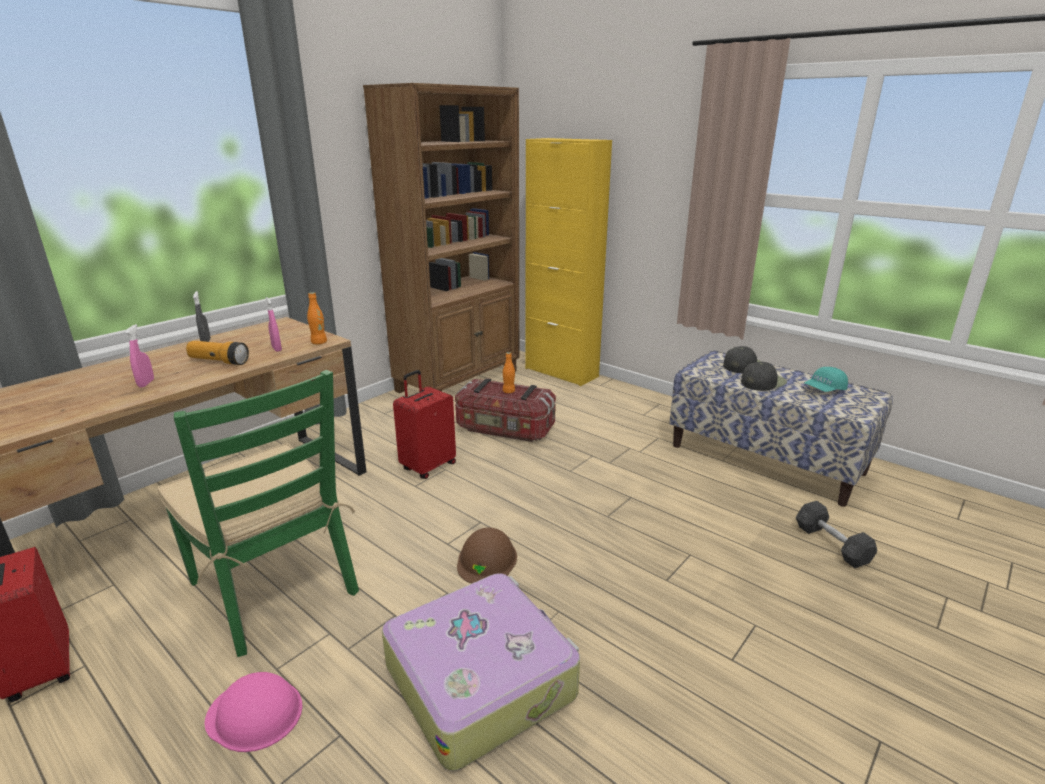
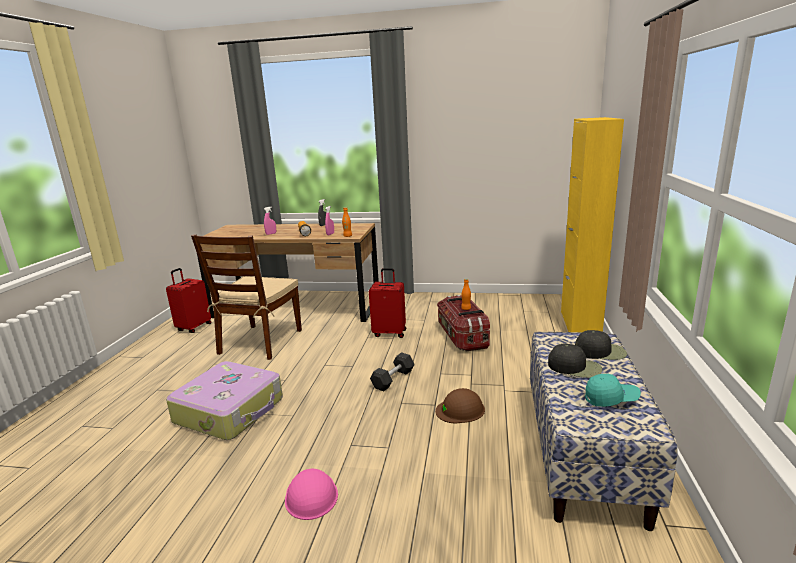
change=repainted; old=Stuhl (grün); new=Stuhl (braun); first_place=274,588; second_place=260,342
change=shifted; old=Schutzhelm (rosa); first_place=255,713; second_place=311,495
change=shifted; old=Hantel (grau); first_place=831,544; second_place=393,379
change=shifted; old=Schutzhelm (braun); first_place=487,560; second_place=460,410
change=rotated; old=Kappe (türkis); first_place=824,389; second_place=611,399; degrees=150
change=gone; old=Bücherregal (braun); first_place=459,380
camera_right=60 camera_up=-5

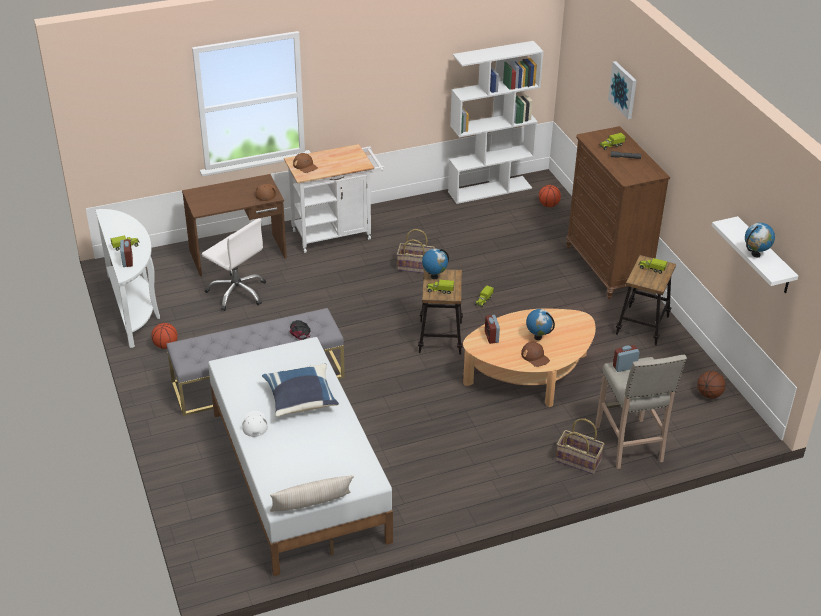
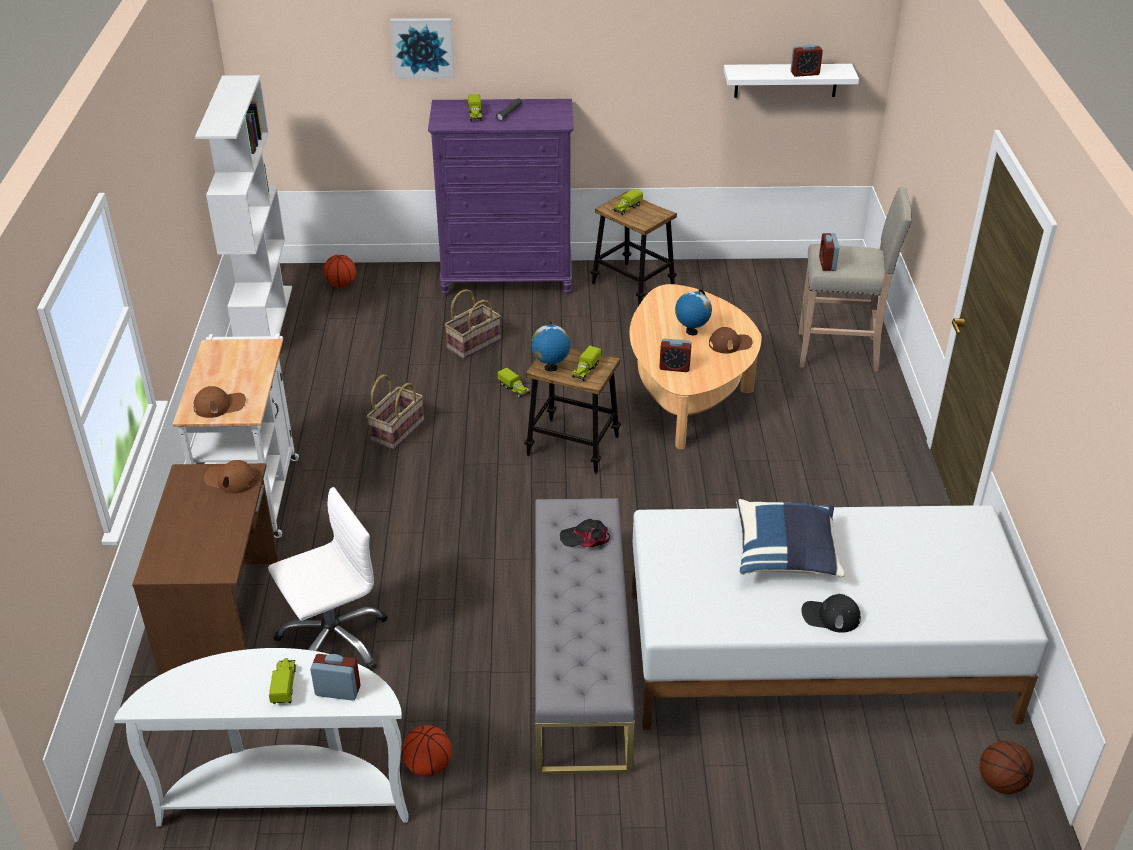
change=repainted; old=Kommode (braun); new=Kommode (lila); first_place=607,268; second_place=507,278
change=shifted; old=Korb; first_place=578,460; second_place=473,343
change=swapped; old=Globus; new=Wecker; first_place=755,254; second_place=804,73
change=repainted; old=Kappe (weiß); new=Kappe (schwarz); first_place=254,424; second_place=830,616
change=shifted; old=Basketball; first_place=709,394; second_place=1000,782
change=gone; old=Kissen (beige); first_place=311,506
camera_right=-70 camera_up=0

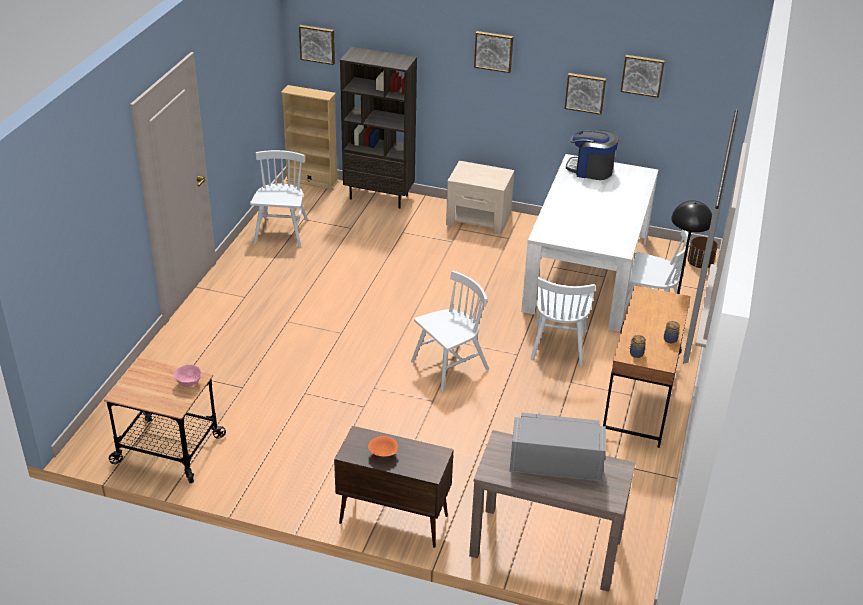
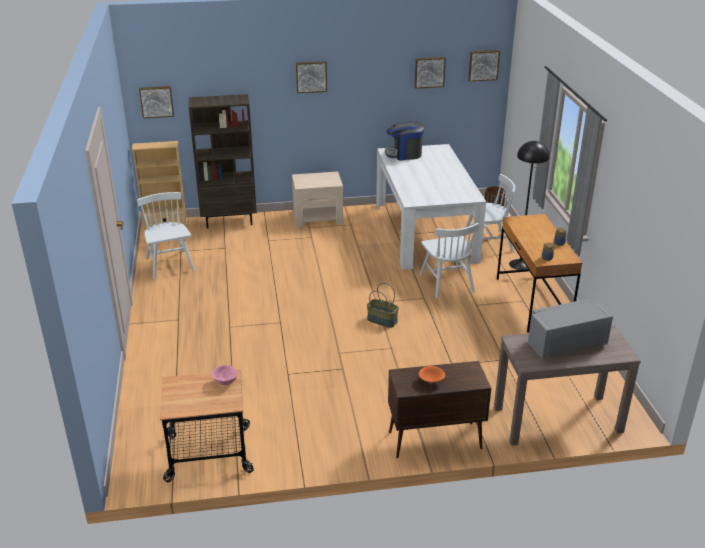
change=swapped; old=Stuhl (weiß); new=Korb; first_place=449,366; second_place=382,320
change=shifted; old=Bild; first_place=585,92; second_place=483,65
camera_right=-25 camera_up=-5

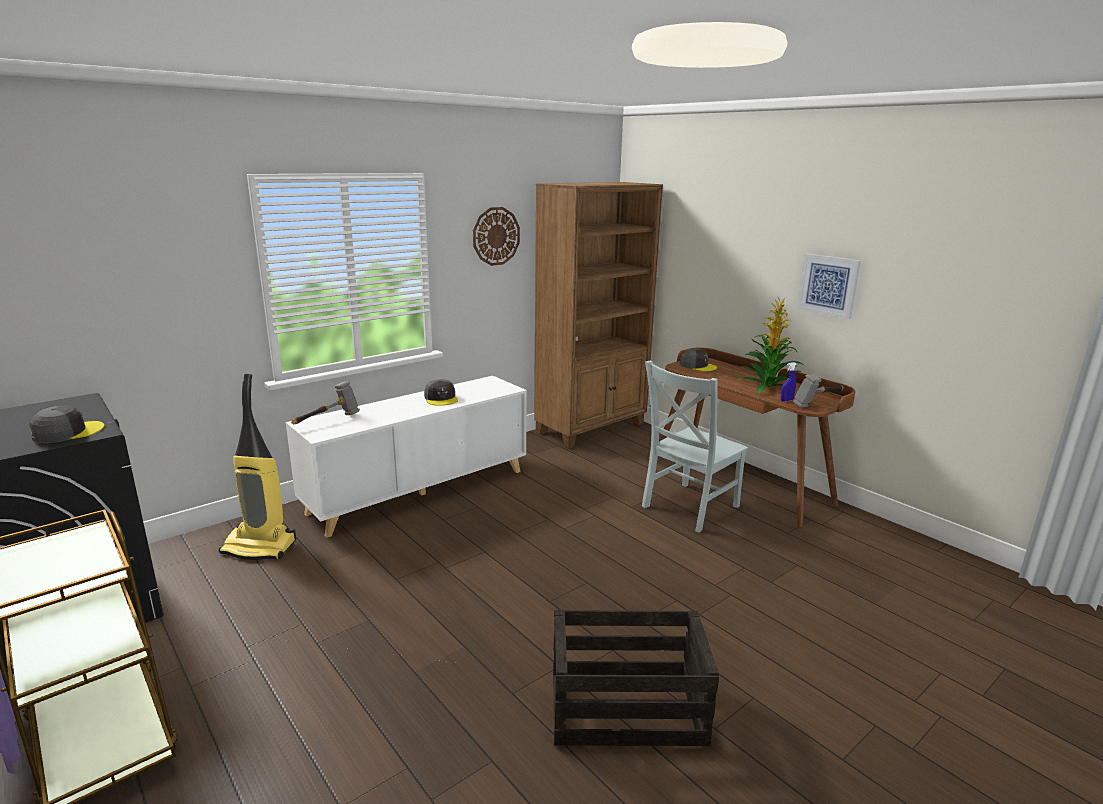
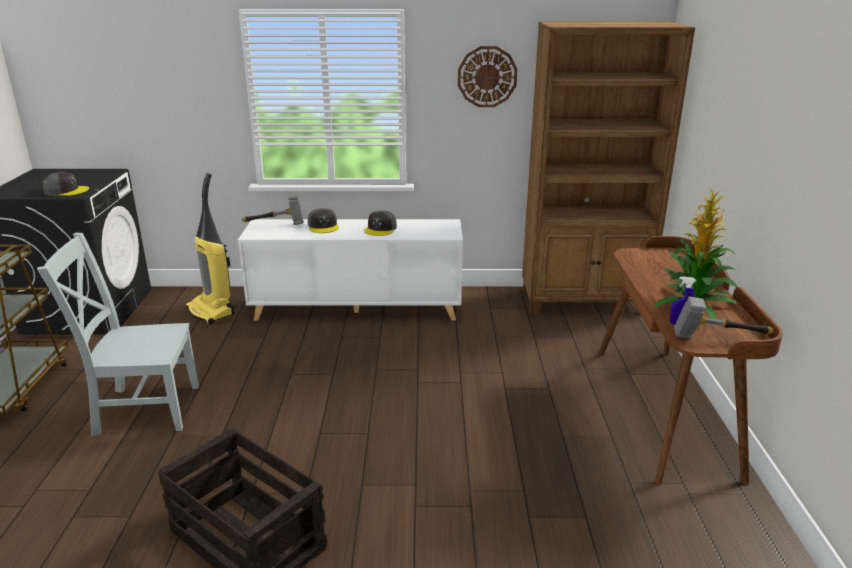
change=shifted; old=Stuhl (grau); first_place=687,508; second_place=143,409
change=shifted; old=Kappe (grau); first_place=697,366; second_place=323,226
change=gone; old=Bild; first_place=828,285
camera_right=40 camera_up=5

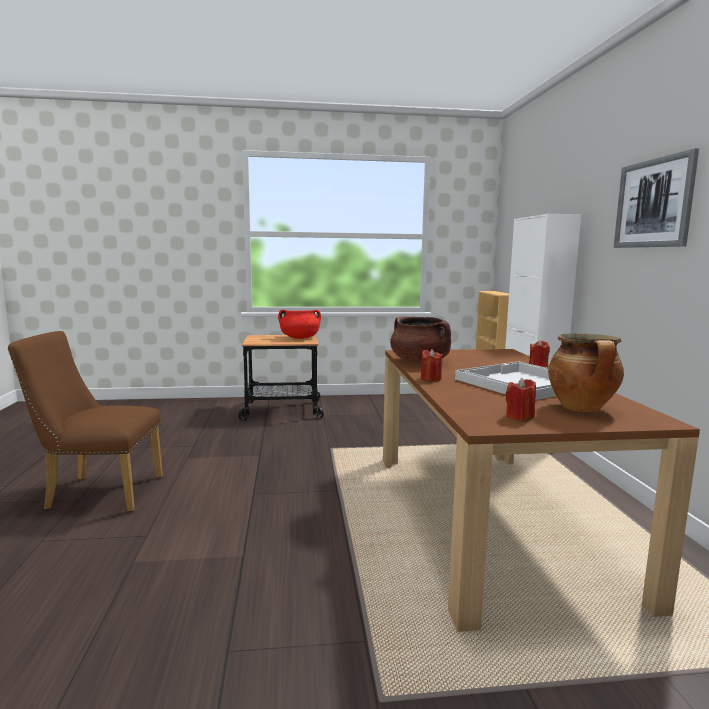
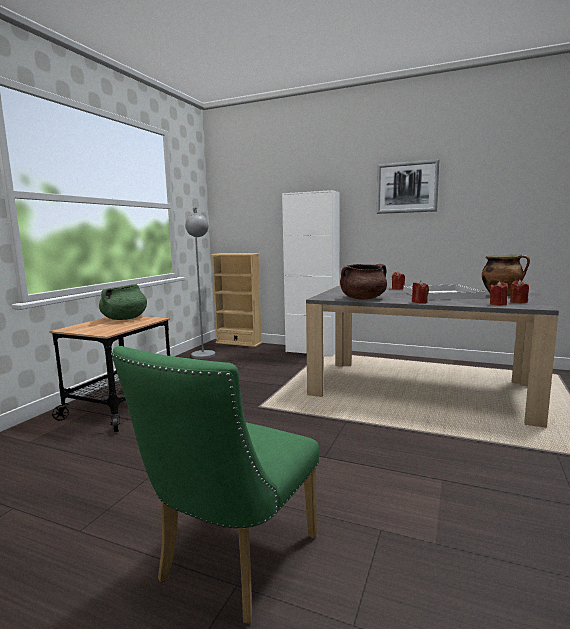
change=repainted; old=Kochtopf (rot); new=Kochtopf (grün); first_place=300,338; second_place=124,319
change=repainted; old=Stuhl (braun); new=Stuhl (grün); first_place=97,493; second_place=231,564
change=new; new=Stehlampe (grau); second_place=204,357
change=repainted; old=Esstisch (braun); new=Esstisch (grau); first_place=487,518; second_place=420,390
change=new; new=Kerze (rot); second_place=498,304
camera_right=-60 camera_up=0

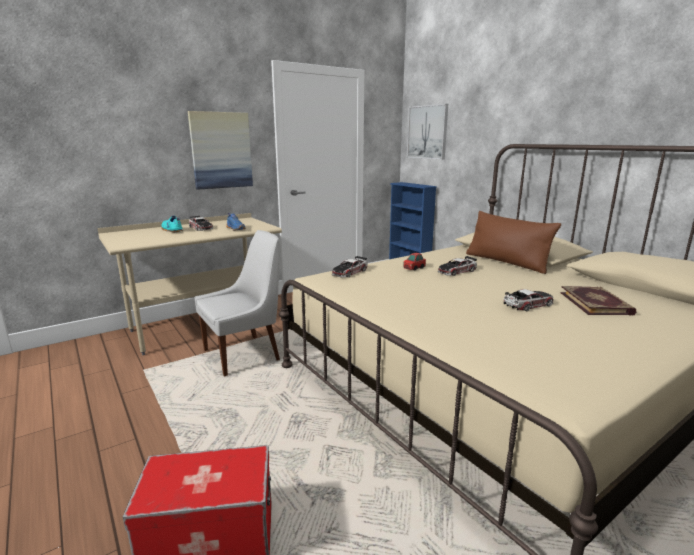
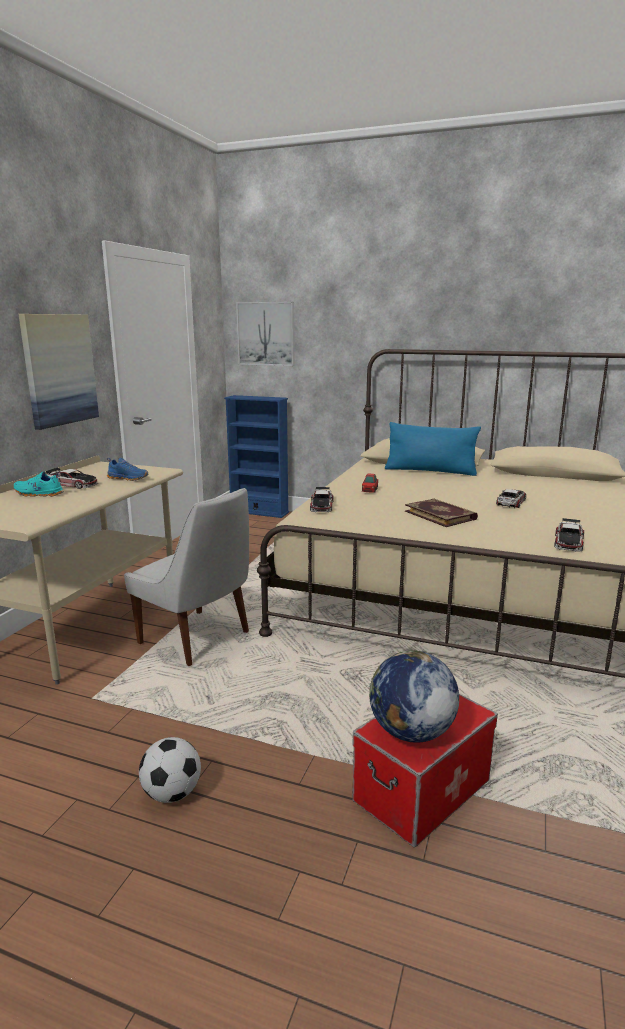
change=rotated; old=Stuhl (weiß); first_place=244,354; second_place=197,639; degrees=105
change=new; new=Fußball; second_place=172,793
change=new; new=Globus; second_place=410,732
change=repainted; old=Kissen (braun); new=Kissen (blau); first_place=506,262; second_place=430,471
change=shifted; old=Buch; first_place=596,303; second_place=441,515
change=shifted; old=Spielzeugauto; first_place=456,271; second_place=568,542
camera_right=-35 camera_up=0

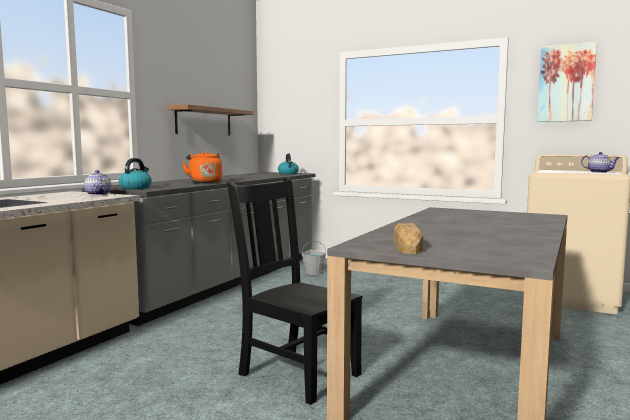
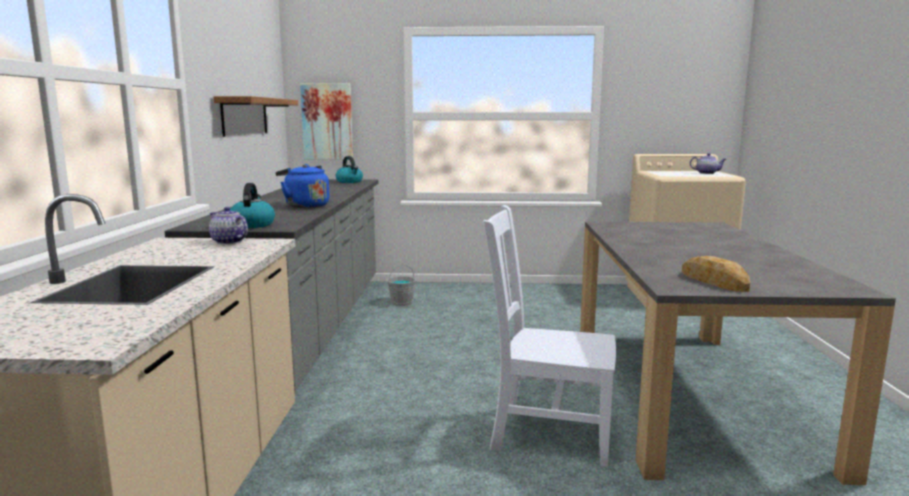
change=repainted; old=Wasserkessel (orange); new=Wasserkessel (blau); first_place=204,182; second_place=305,206
change=shifted; old=Bild; first_place=566,83; second_place=327,121
change=repainted; old=Stuhl (schwarz); new=Stuhl (weiß); first_place=296,373; second_place=547,433
camera_right=-25 camera_up=5

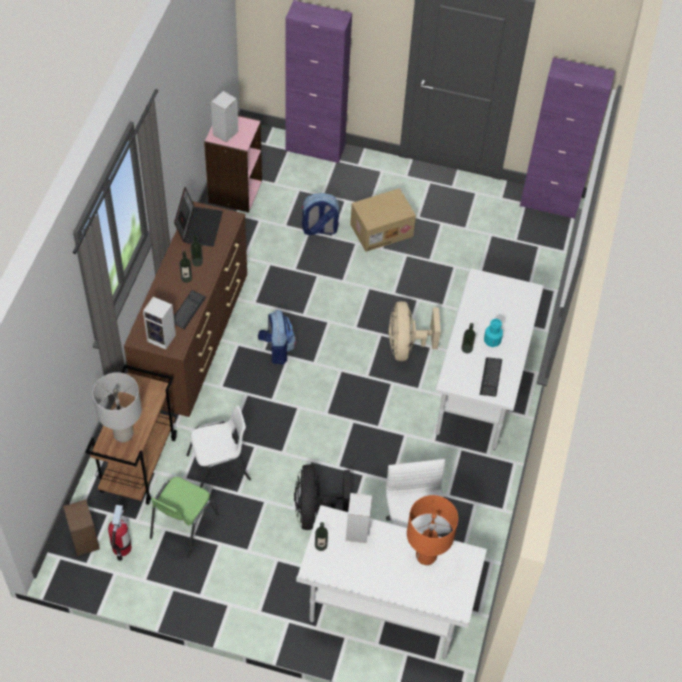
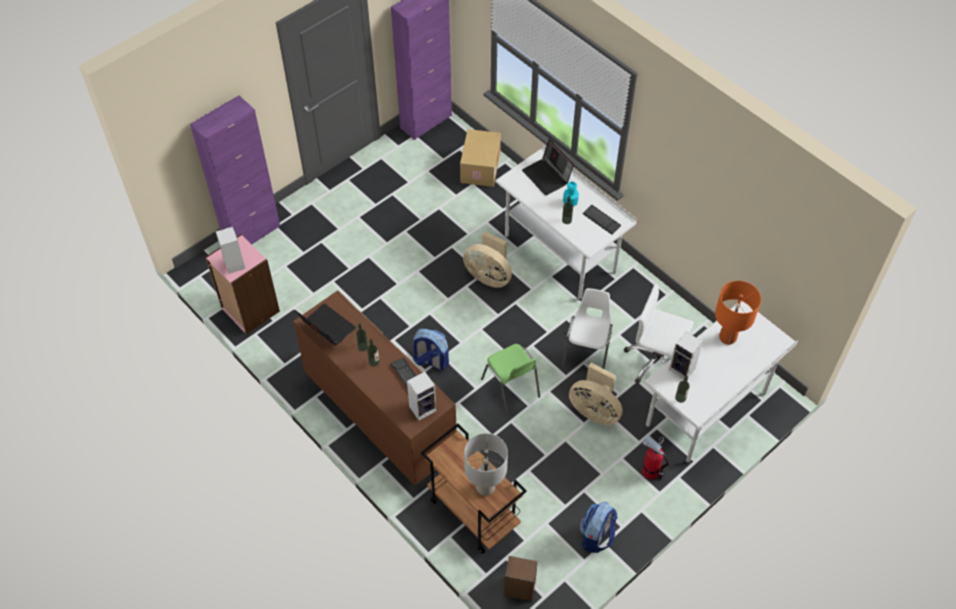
change=shifted; old=Karton; first_place=381,229; second_place=479,167
change=shifted; old=Stuhl (grün); first_place=183,526; second_place=511,388
change=new; new=Laptop; second_place=547,176
change=shifted; old=Stuhl (weiß); first_place=219,468; second_place=587,352
change=repainted; old=Ventilator (schwarz); new=Ventilator (beige); first_place=315,510; second_place=594,410
change=shifted; old=Rucksack; first_place=319,229; second_place=596,536
change=shifted; old=Feuerlöscher; first_place=122,548; second_place=650,471
camera_right=-55 camera_up=0

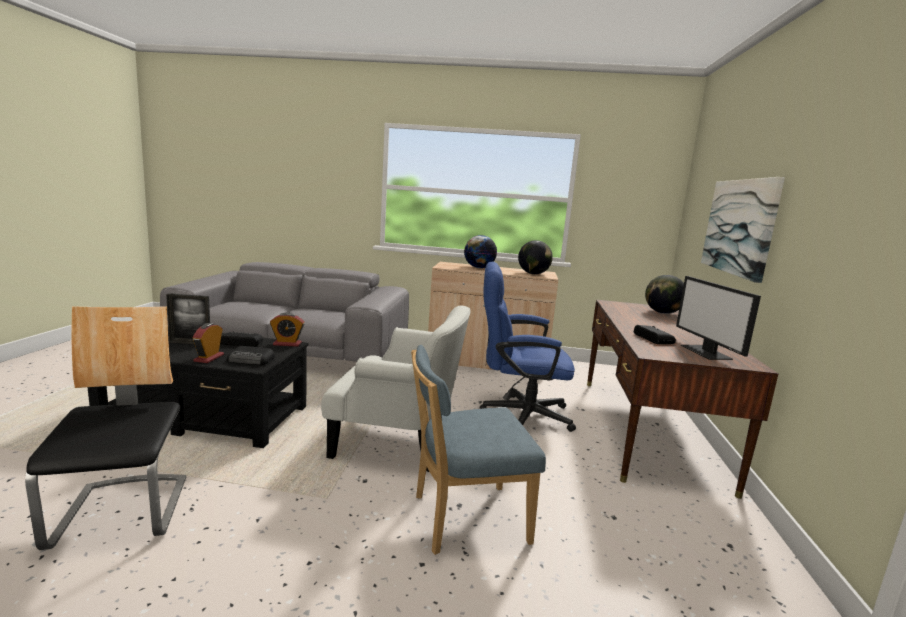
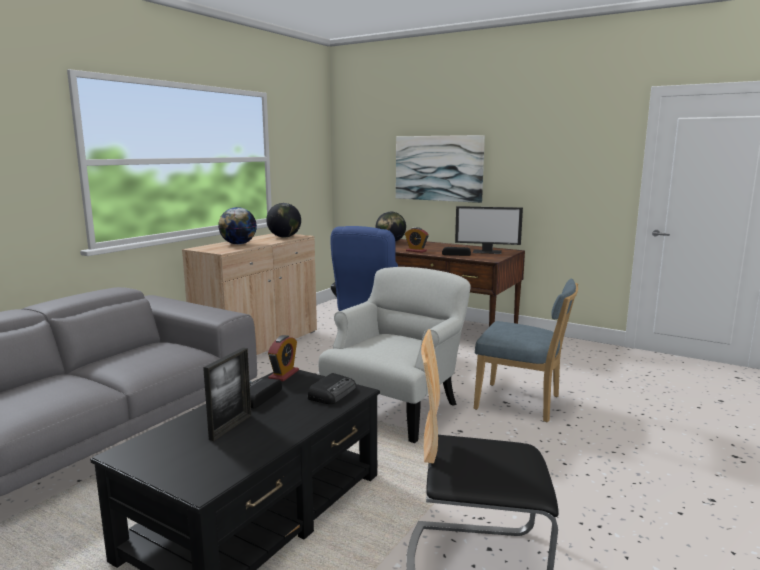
change=shifted; old=Wecker; first_place=209,358; second_place=416,251
change=rotated; old=Stuhl (blau); first_place=464,519; second_place=522,403; degrees=-75
camera_right=-65 camera_up=0

